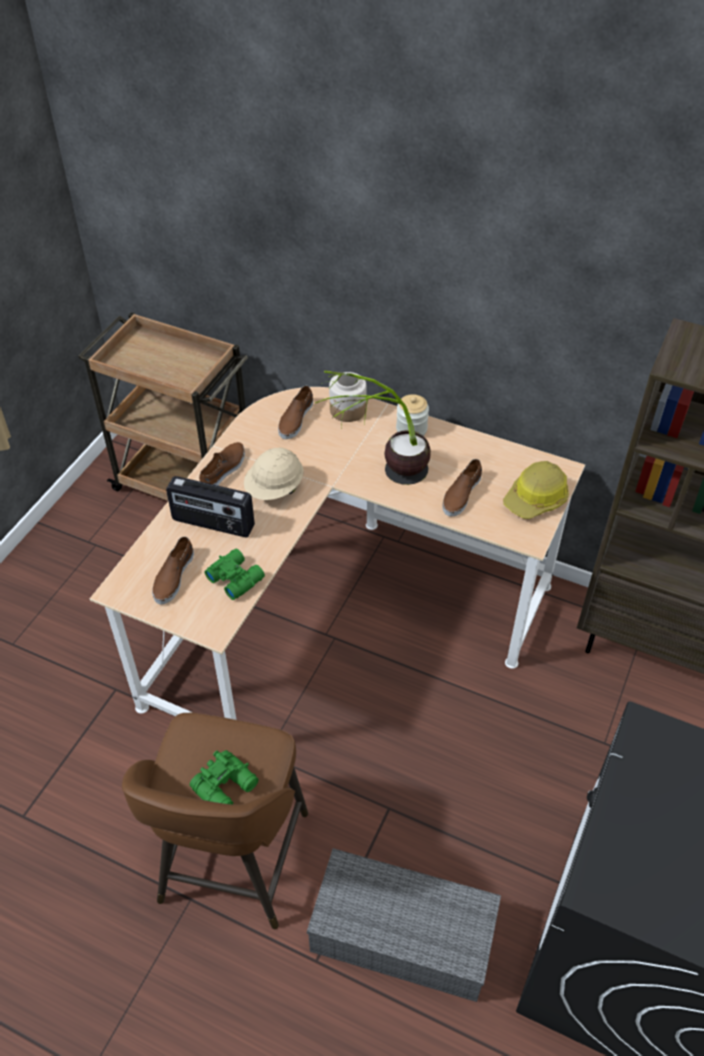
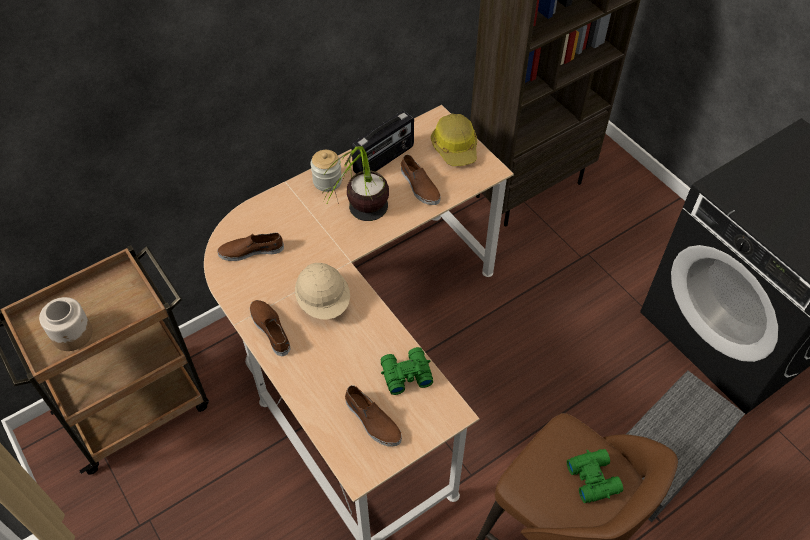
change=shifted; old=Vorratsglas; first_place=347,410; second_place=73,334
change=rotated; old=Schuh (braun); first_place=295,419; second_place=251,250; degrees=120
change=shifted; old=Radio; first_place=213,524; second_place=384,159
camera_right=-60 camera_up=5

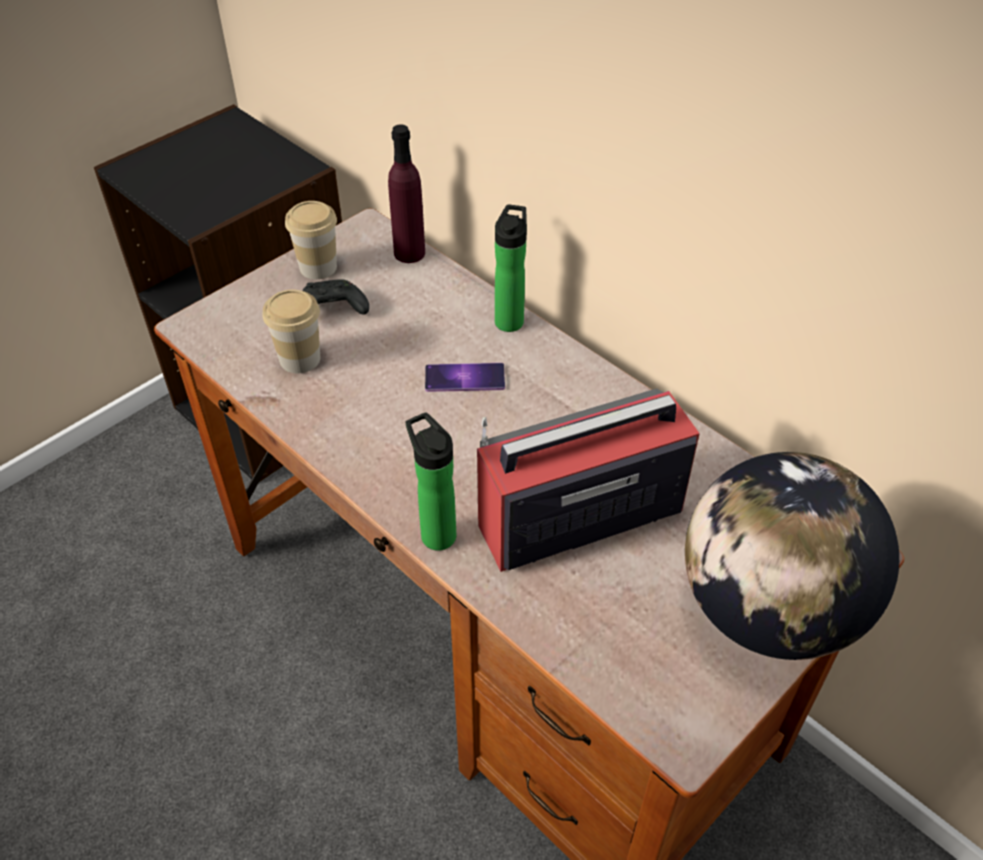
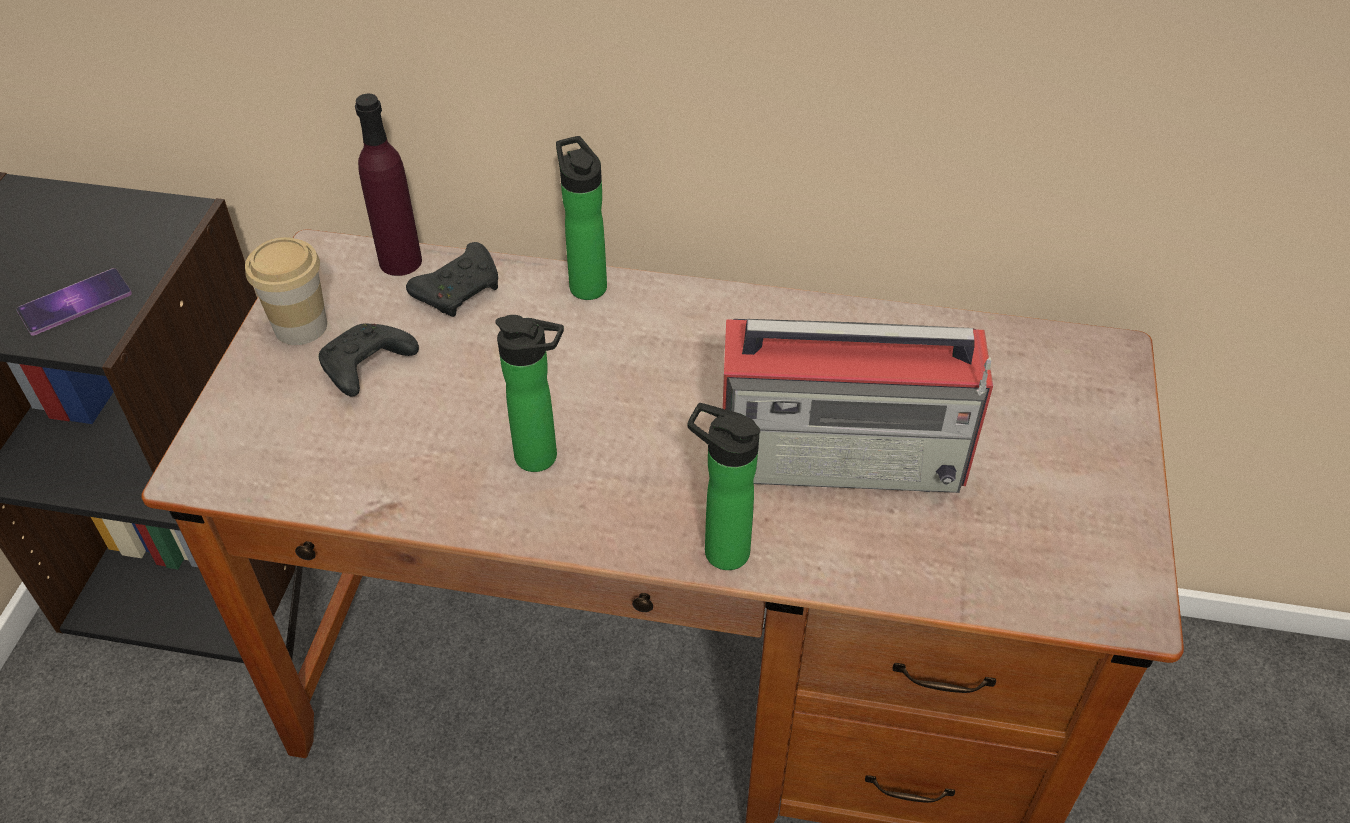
change=shifted; old=Handy; first_place=464,378; second_place=75,302
change=new; new=Gamepad (schwarz); second_place=460,290
change=new; new=Flasche; second_place=542,458
change=rotated; old=Radio; first_place=576,517; second_place=845,455; degrees=-120
change=gone; old=Tasse; first_place=300,359
change=gone; old=Globus; first_place=768,610
camera_right=-35 camera_up=0

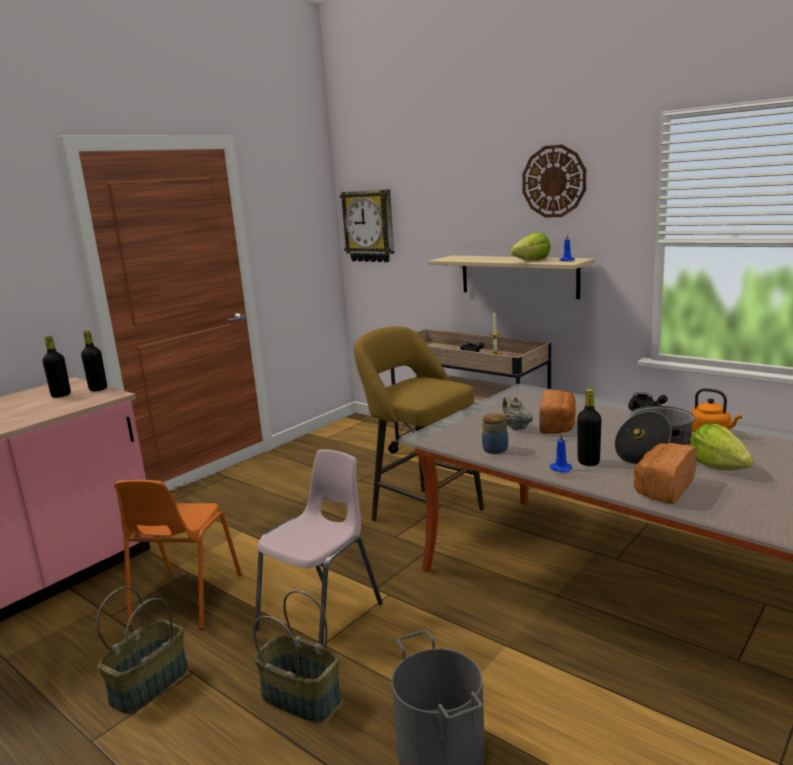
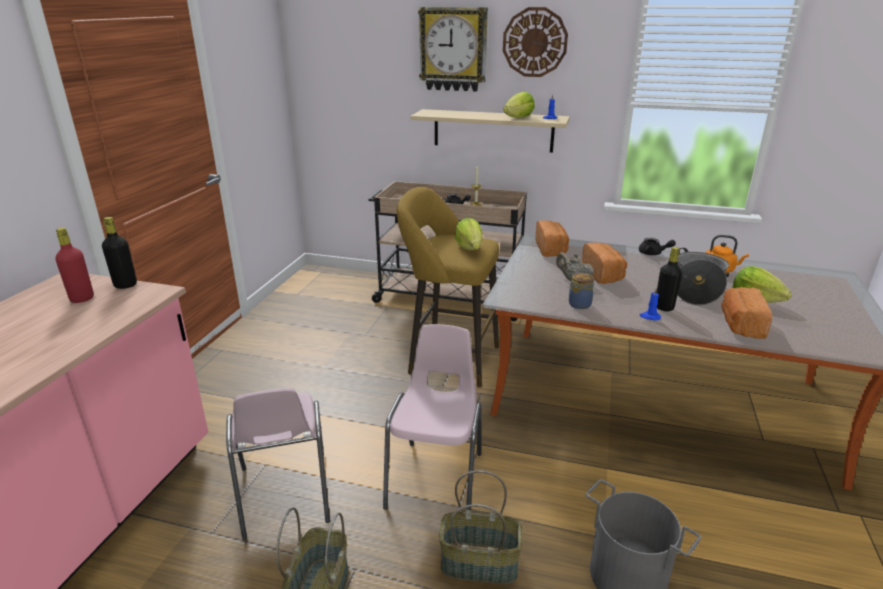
change=repainted; old=Flasche (schwarz); new=Flasche (rot); first_place=61,395; second_place=82,298
change=repainted; old=Stuhl (orange); new=Stuhl (rosa); first_place=185,600; second_place=284,495
change=shifted; old=Wanduhr; first_place=369,226; second_place=453,49
change=new; new=Salatkopf; second_place=470,248
change=new; new=Brot; second_place=551,249
camera_right=-25 camera_up=10

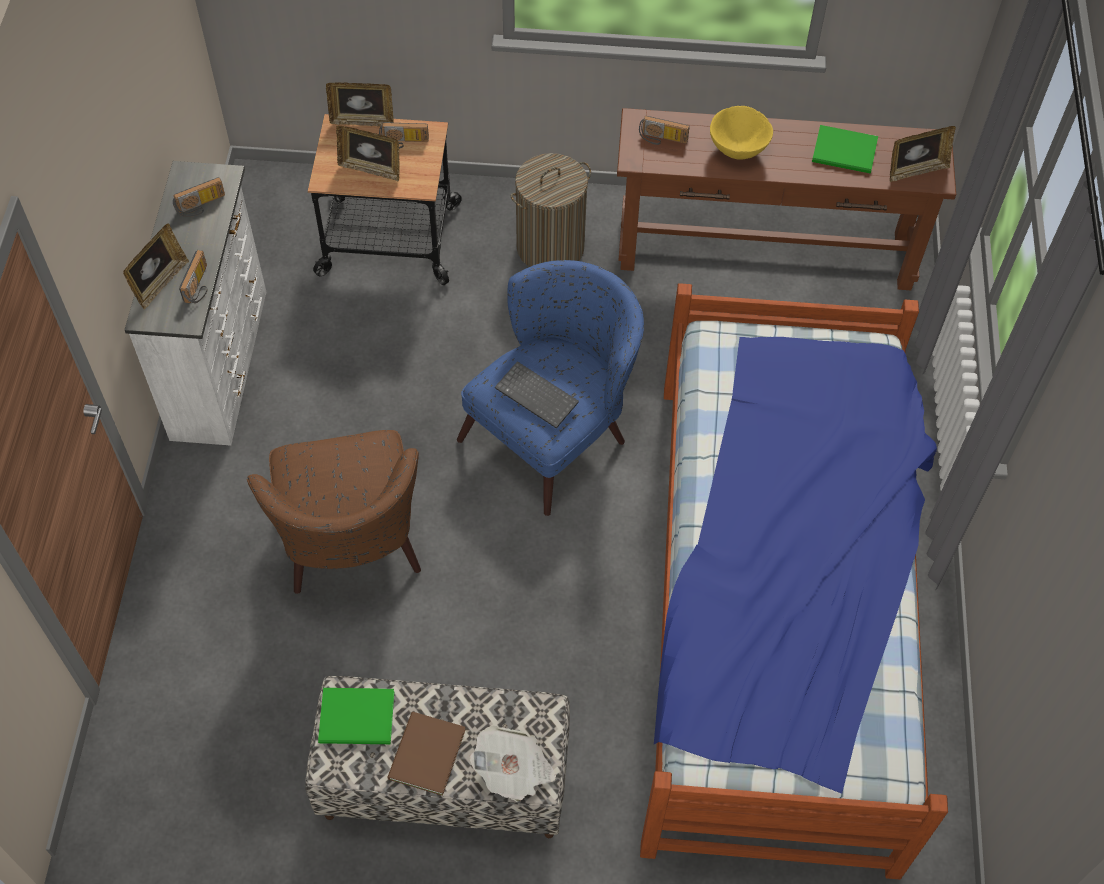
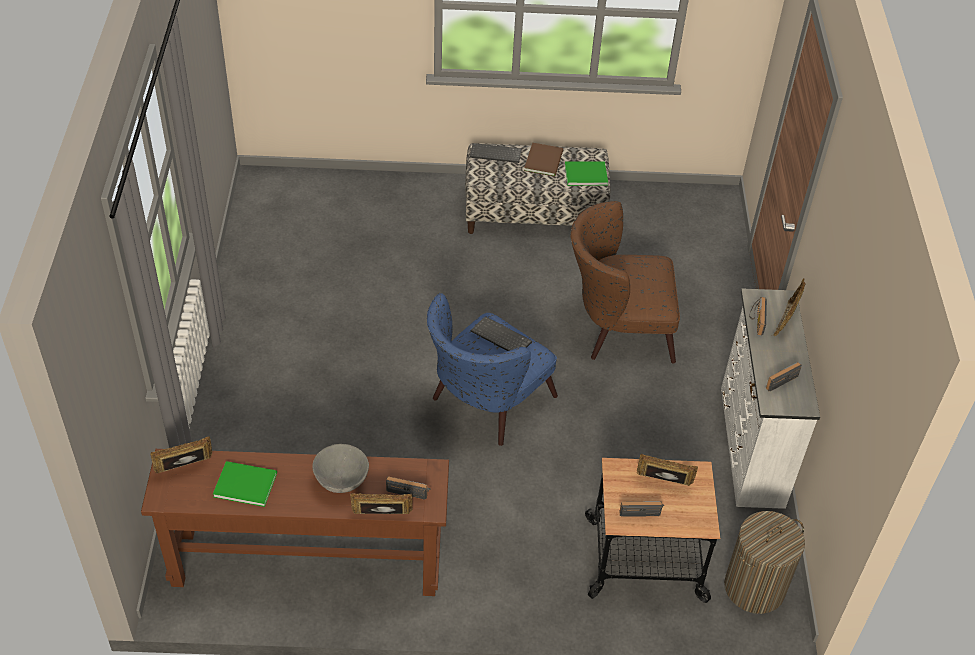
change=repainted; old=Schüssel (gelb); new=Schüssel (grau); first_place=738,150; second_place=341,482
change=shifted; old=Bilderrahmen; first_place=362,121; second_place=382,517
change=swapped; old=Zeitung; new=Tastatur; first_place=514,771; second_place=494,155
change=rotated; old=Sessel (braun); first_place=351,547; second_place=617,328; degrees=-75
change=shifted; old=Wäschekorb; first_place=550,247; second_place=754,587
change=gone; old=Bett; first_place=774,611
camera_right=175 camera_up=-10

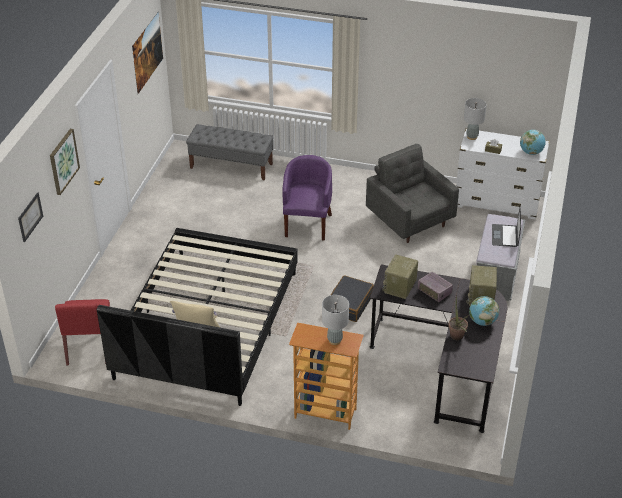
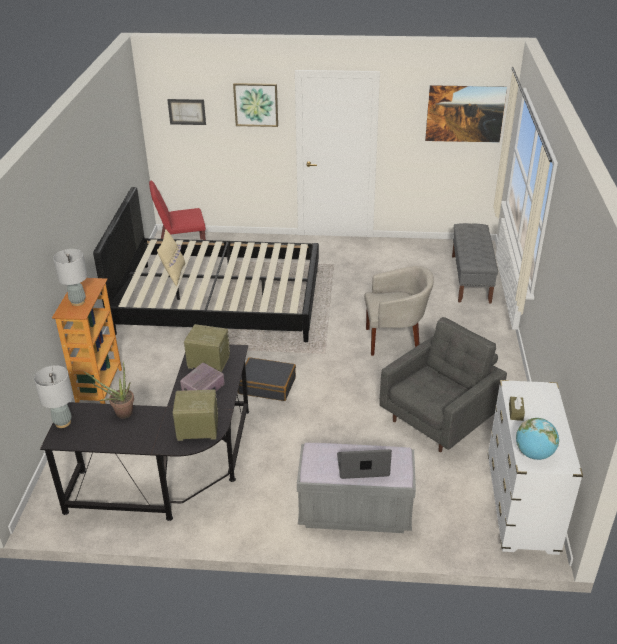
change=shifted; old=Tischlampe (grau); first_place=472,137; second_place=62,422
change=repainted; old=Sessel (lila); new=Sessel (beige); first_place=307,224; second_place=395,340
change=gone; old=Globus; first_place=482,321
camera_right=80 camera_up=-5

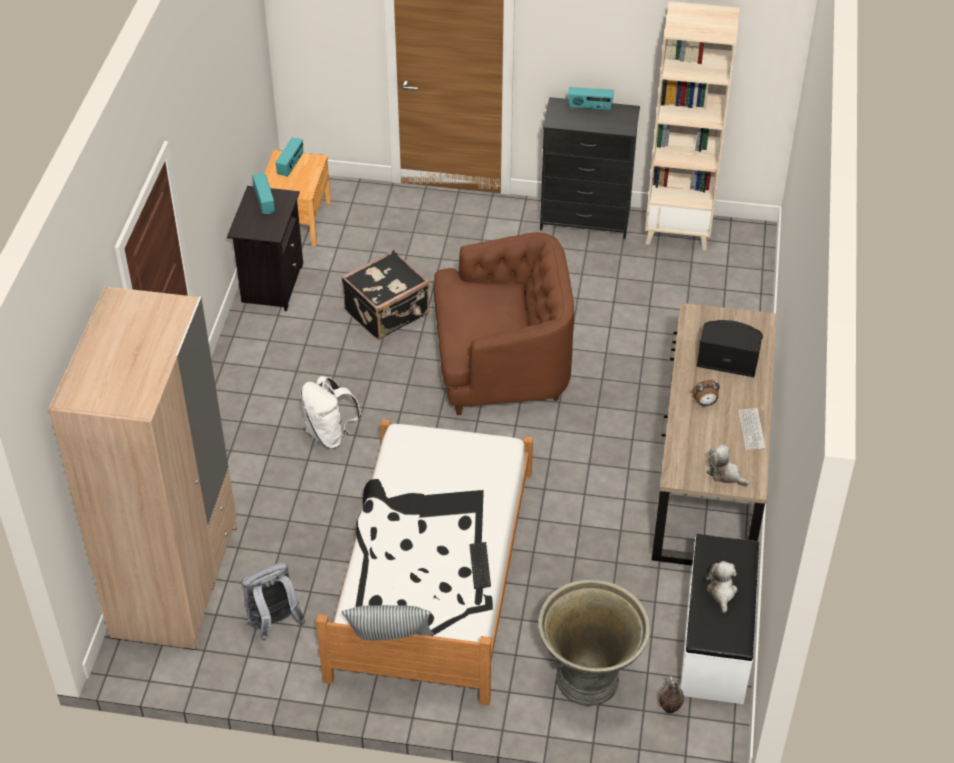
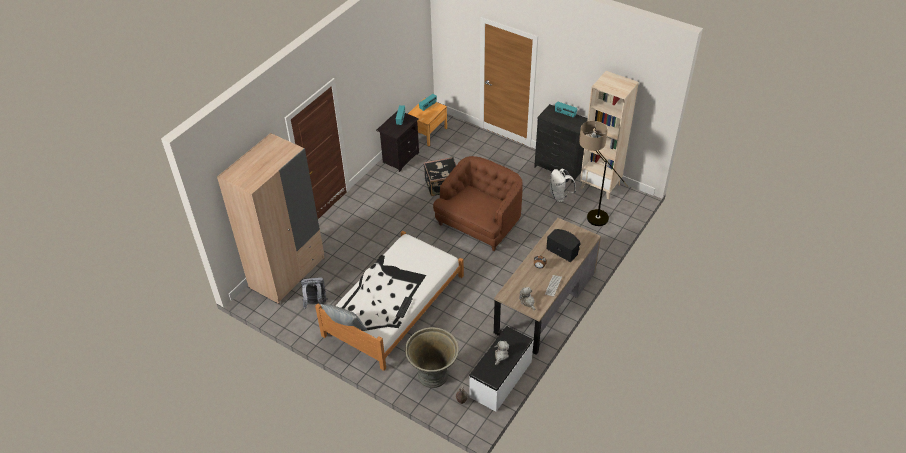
change=rotated; old=Sessel (braun); first_place=500,363; second_place=479,223; degrees=-75
change=shifted; old=Rucksack (weiß); first_place=330,434; second_place=560,196
change=new; new=Stehlampe; second_place=589,215
camera_right=25 camera_up=0

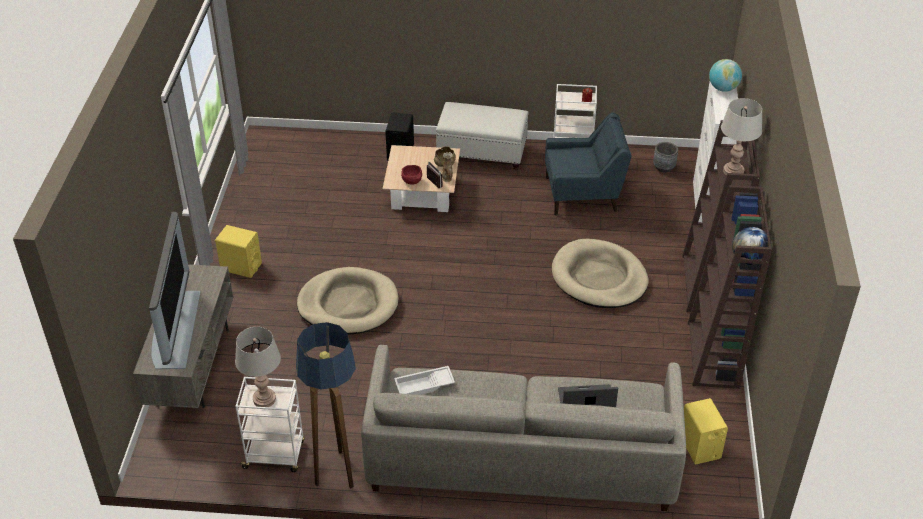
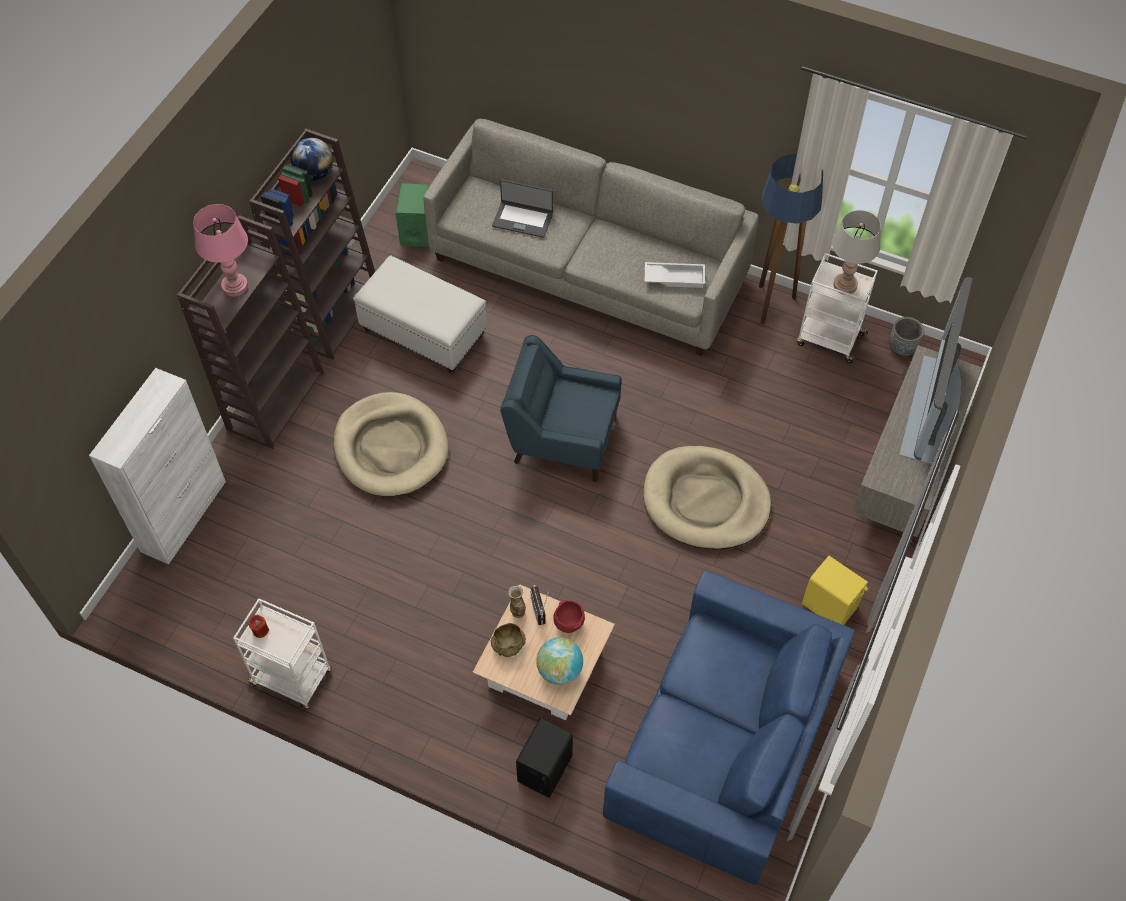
change=repainted; old=Tischlampe (grau); new=Tischlampe (rosa); first_place=733,171; second_place=235,286
change=shifted; old=Polsterhocker (weiß); first_place=482,153; second_place=423,332
change=repainted; old=Lautsprecher (gelb); new=Lautsprecher (grün); first_place=699,447; second_place=416,231
change=shifted; old=Sessel (blau); first_place=583,194; second_place=562,438
change=shifted; old=Globus; first_place=723,88; second_place=560,670
change=new; new=Sofa (blau); second_place=725,742
change=shifted; old=Pflanzkübel (grau); first_place=664,167; second_place=901,348
camera_right=-160 camera_up=15

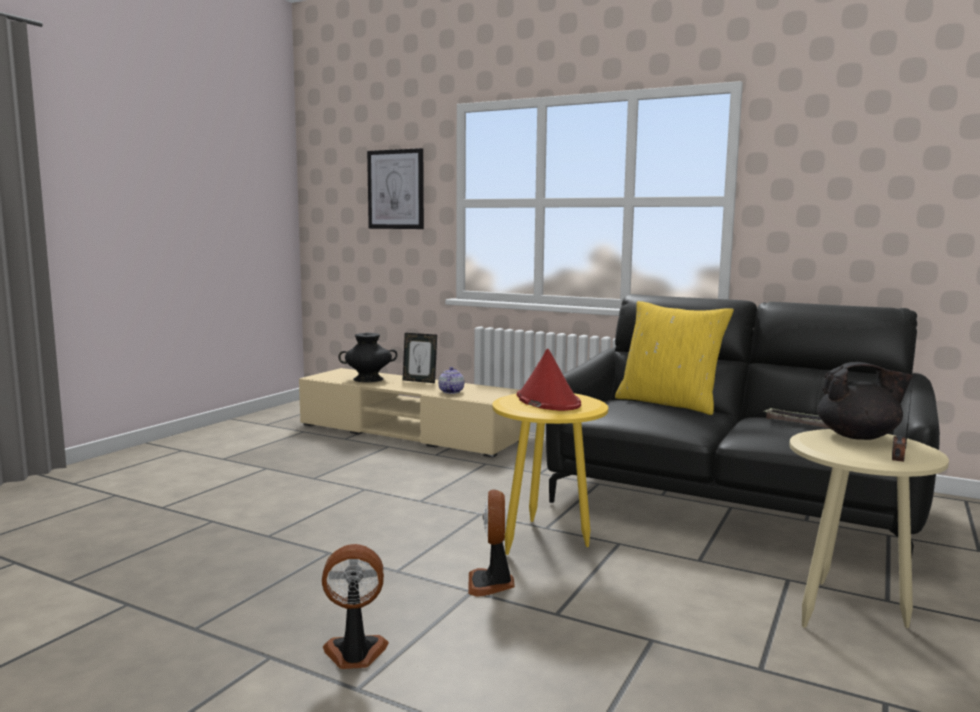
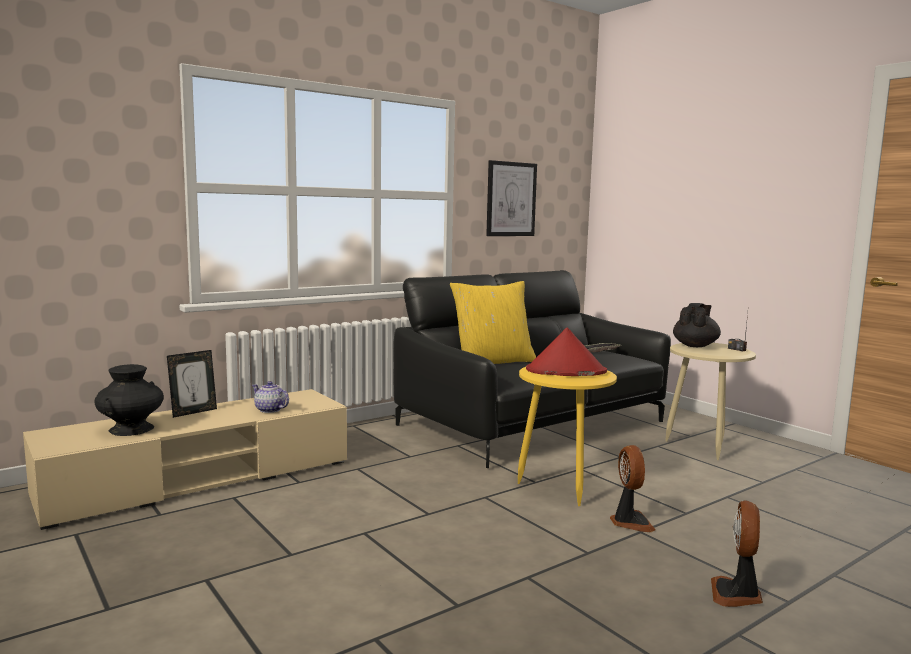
change=shifted; old=Bild; first_place=396,189; second_place=511,199
change=rotated; old=Ventilator; first_place=491,584; second_place=630,522; degrees=-120
camera_right=-65 camera_up=0

